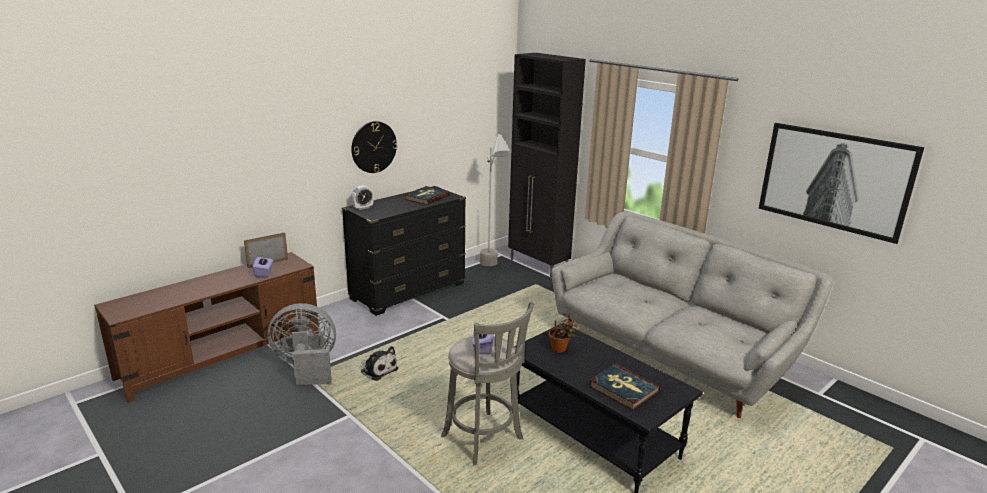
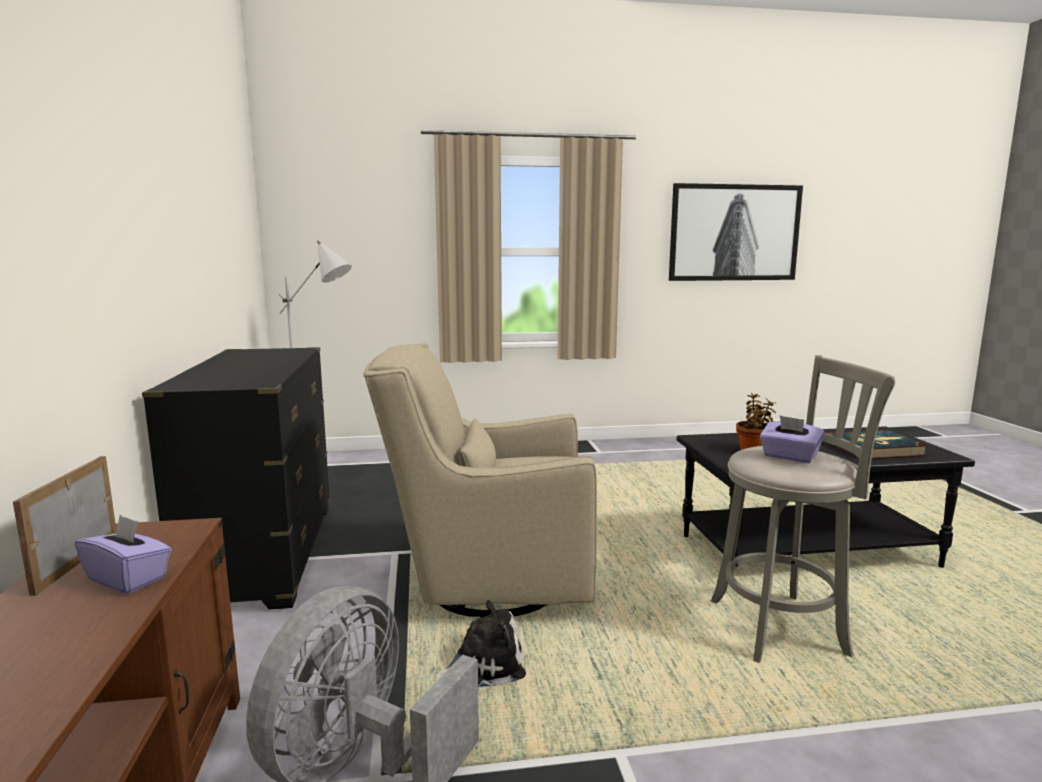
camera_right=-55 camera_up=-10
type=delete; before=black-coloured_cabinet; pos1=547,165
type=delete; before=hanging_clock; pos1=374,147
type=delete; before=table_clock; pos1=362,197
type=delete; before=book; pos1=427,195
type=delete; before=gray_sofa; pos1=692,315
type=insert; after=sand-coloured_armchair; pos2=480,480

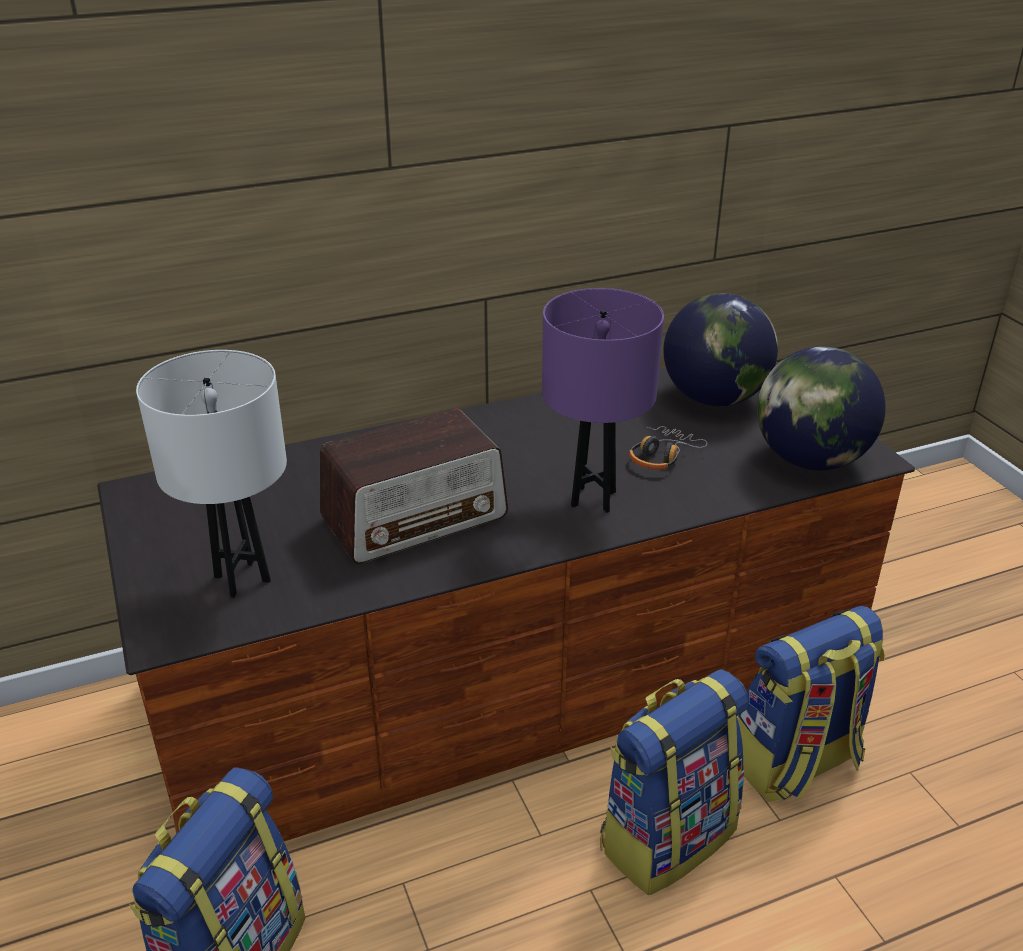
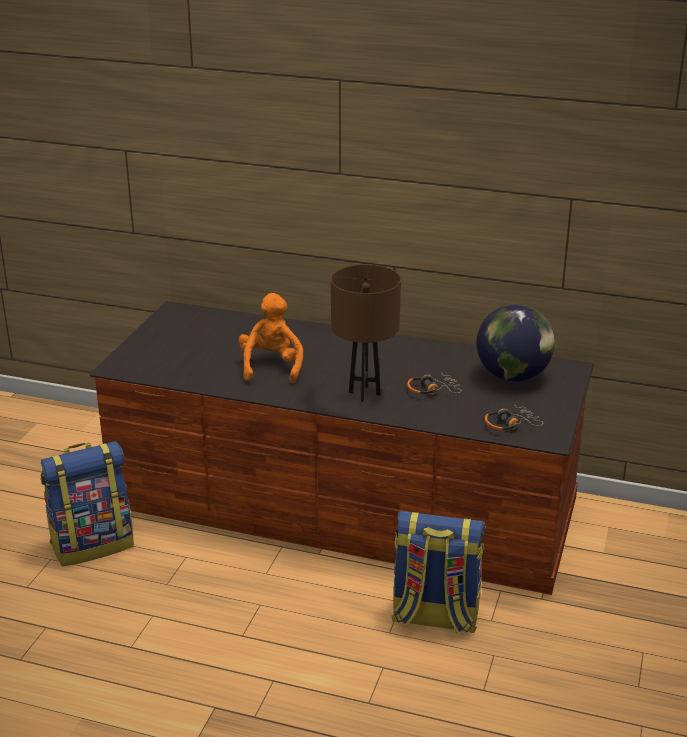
camera_right=40 camera_up=-5
type=recolor; before=purple_table_lamp; after=brownish_table_lamp; pos1=603,400; pos2=366,333
type=replace; before=globe; after=headset; pos1=821,408; pos2=514,417
type=delete; before=white_table_lamp; pos1=211,474
type=replace; before=radio; after=orangey_plush_toy; pos1=414,486; pos2=270,338
type=delete; before=backpack; pos1=674,782

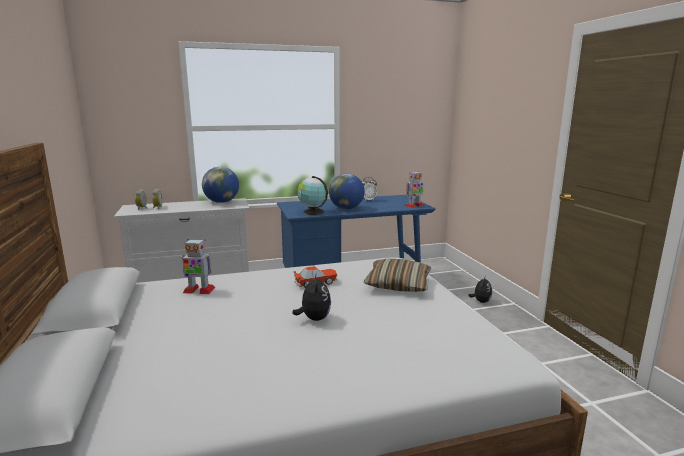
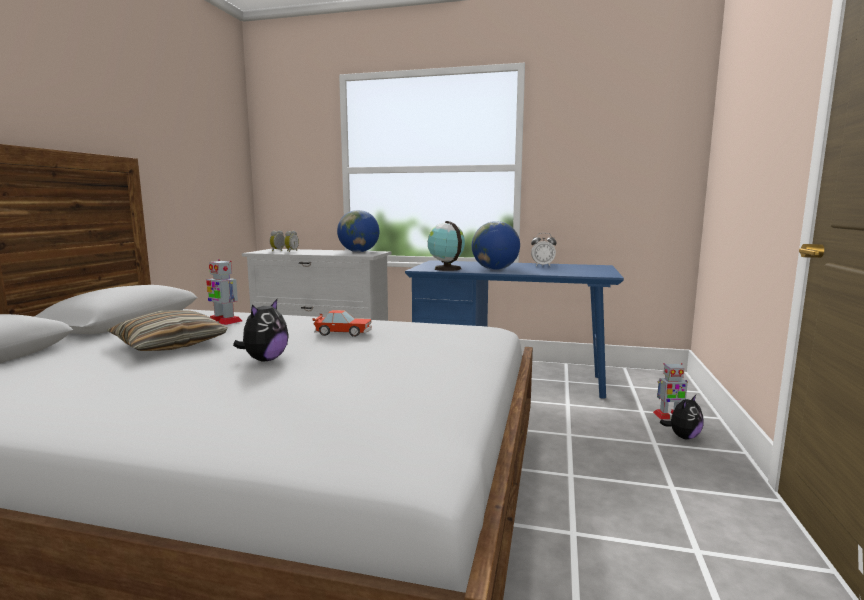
camera_right=30 camera_up=-5
type=move; before=model_robot; pos1=414,189; pos2=670,391
type=move; before=cushion; pos1=397,275; pos2=167,330

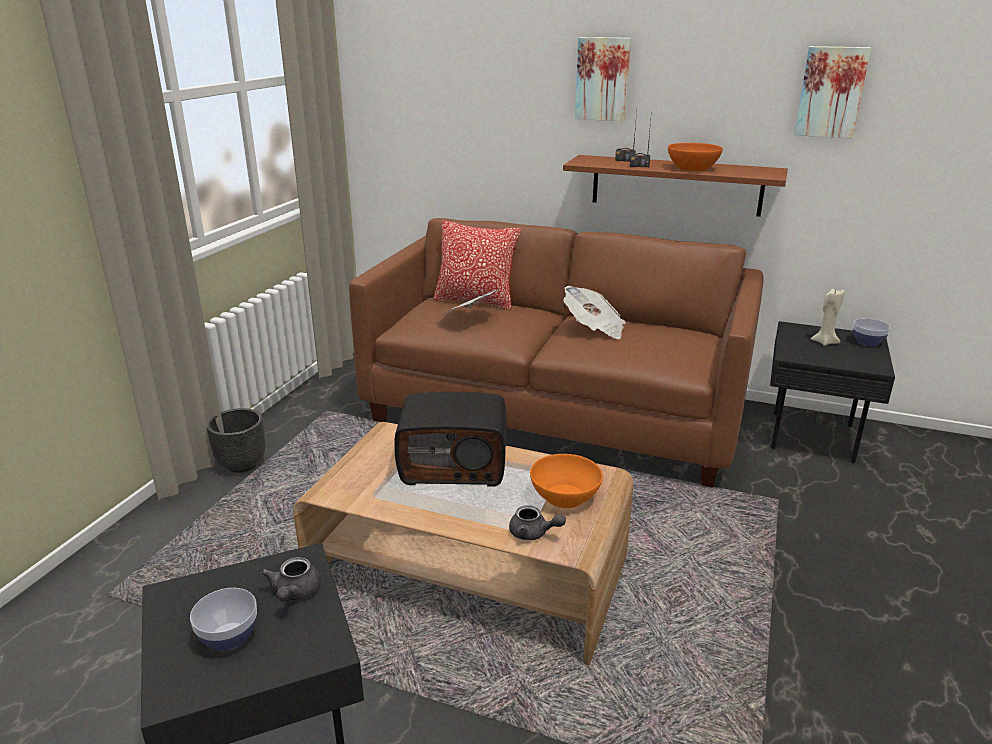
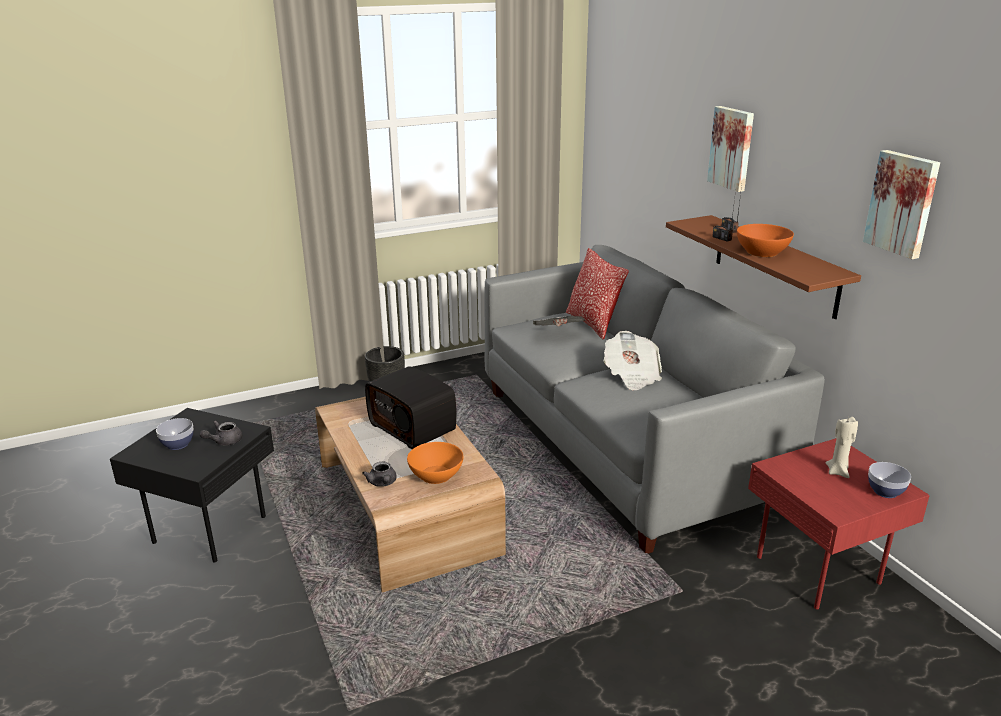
camera_right=45 camera_up=0
type=recolor; before=brownish_sofa; after=gray_sofa; pos1=556,353; pos2=654,399
type=recolor; before=black-coloured_end_table; after=red-coloured_end_table; pos1=832,392; pos2=838,523

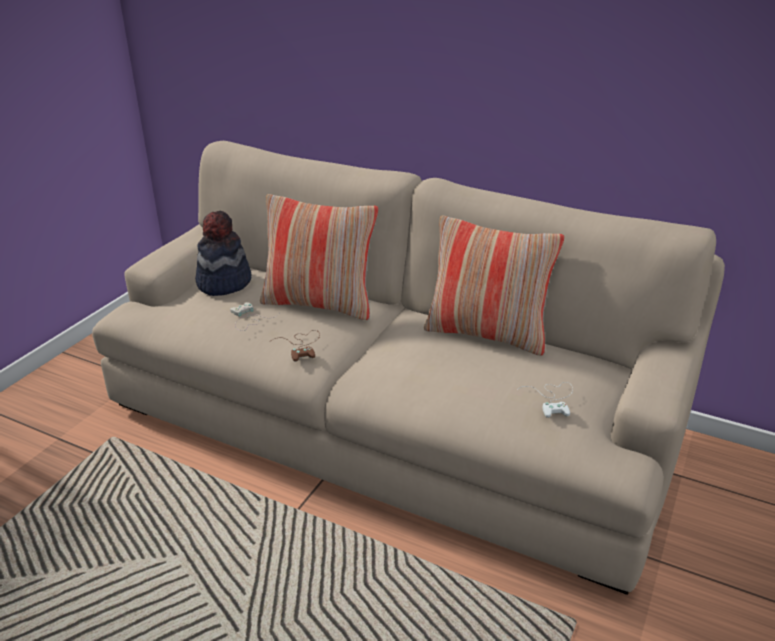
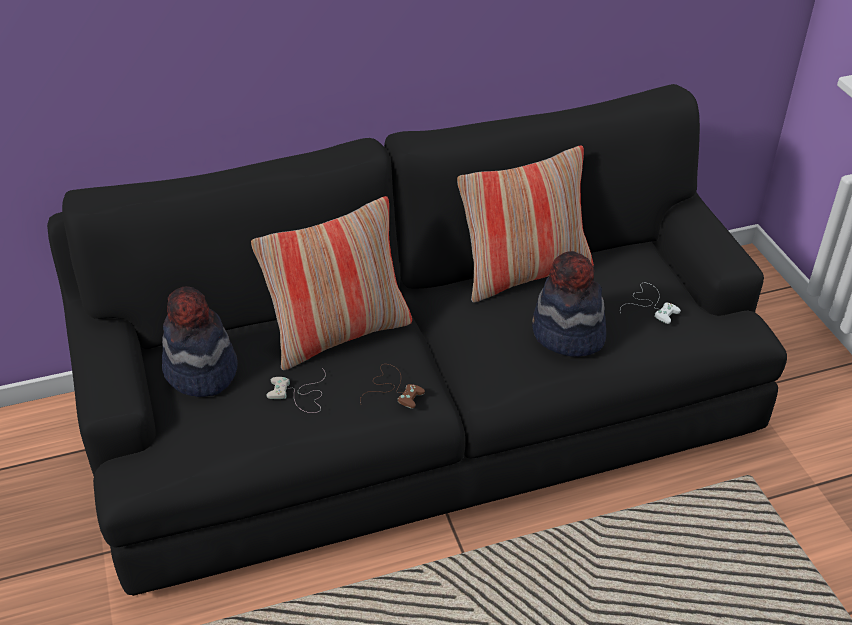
camera_right=-45 camera_up=10
type=recolor; before=sand-coloured_sofa; after=black-coloured_sofa; pos1=408,368; pos2=417,340
type=insert; after=hat; pos2=569,304

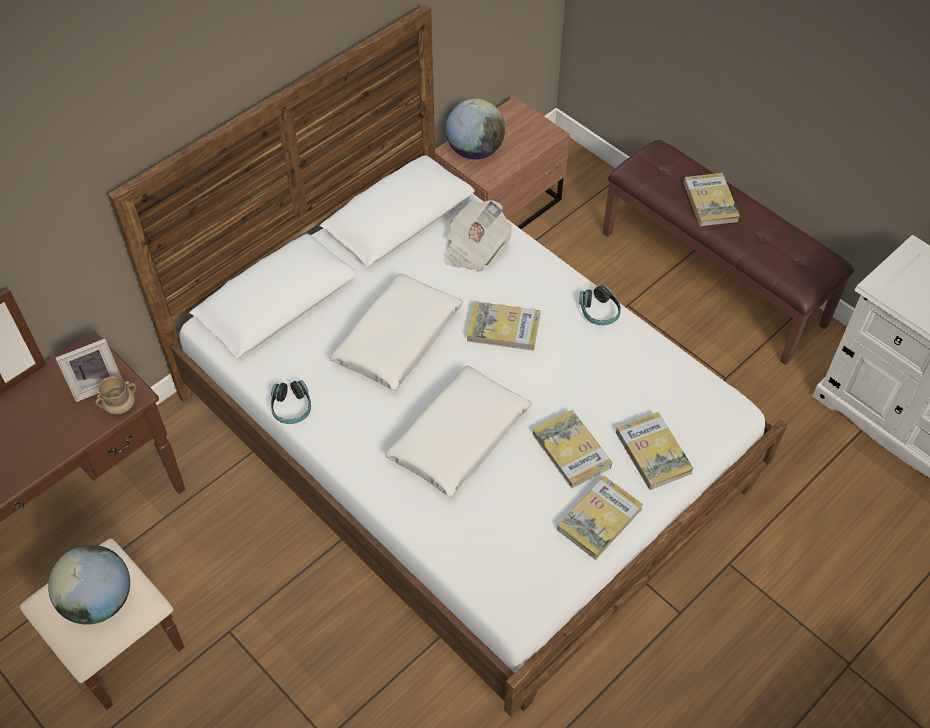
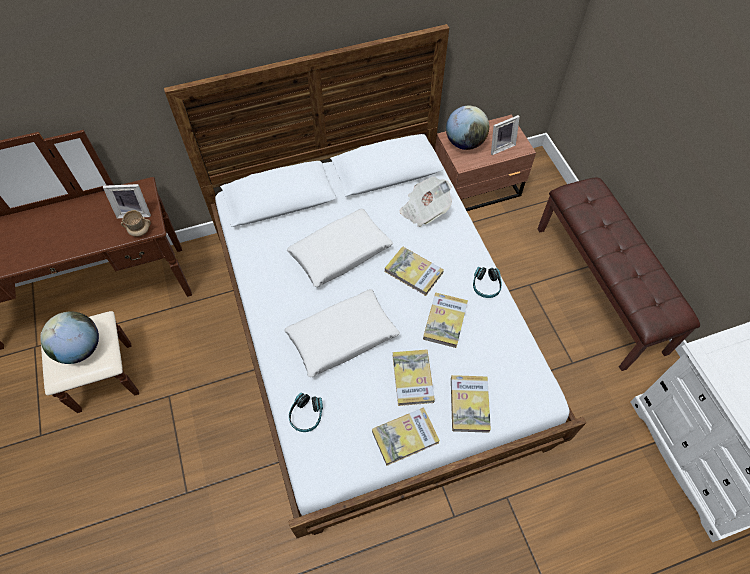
camera_right=25 camera_up=5
type=move; before=book; pos1=712,199; pos2=445,320
type=move; before=headset; pos1=291,402; pos2=306,412
type=insert; after=standing_frame; pos2=505,135

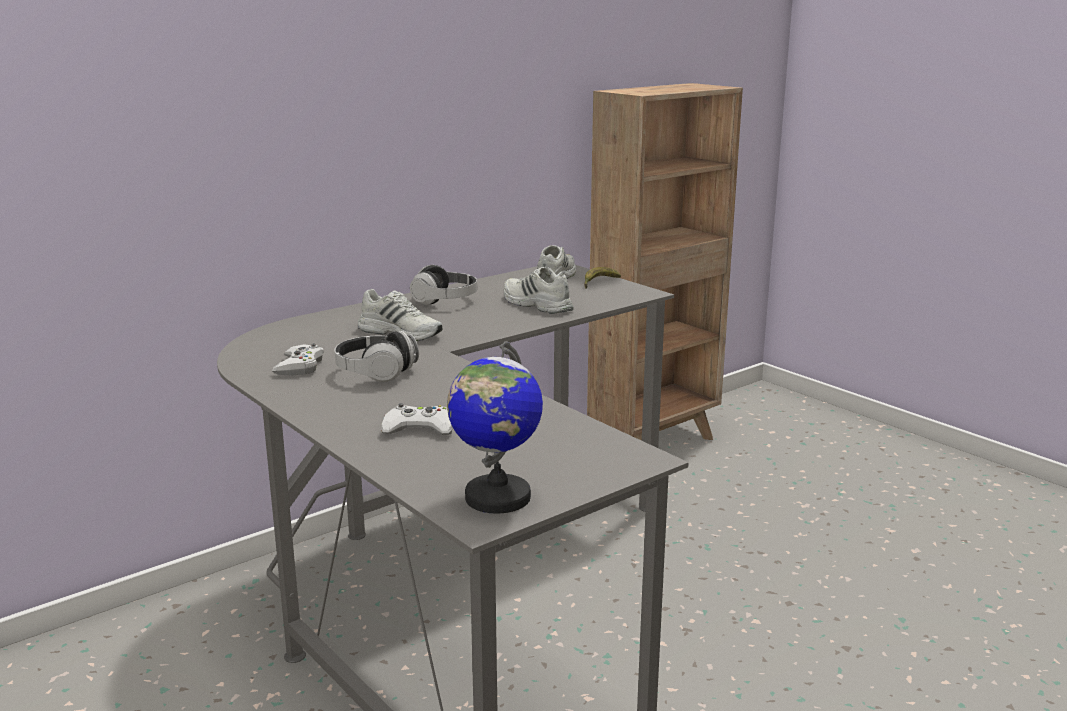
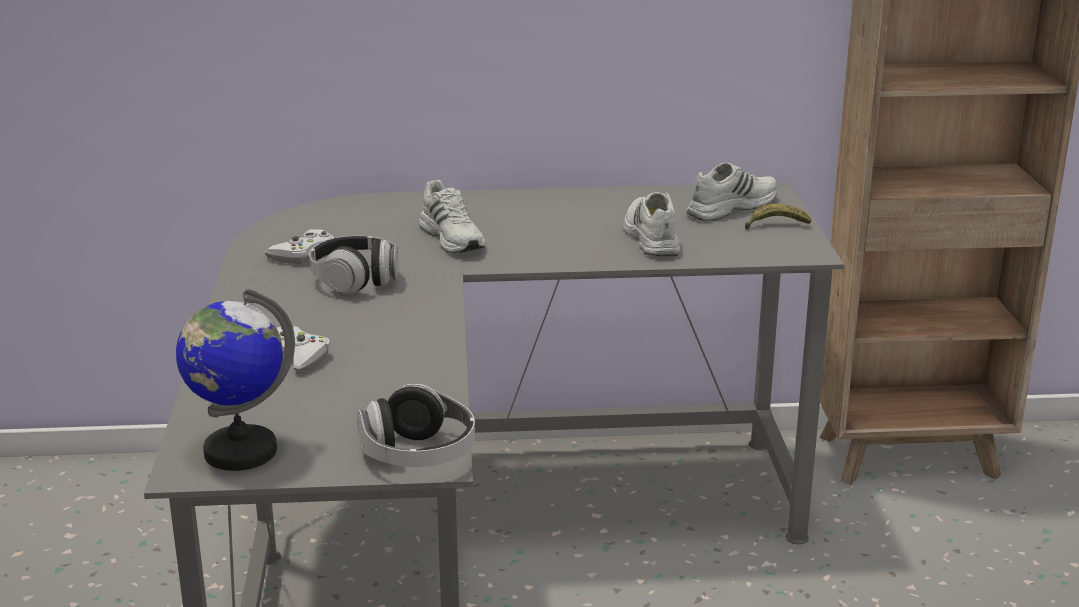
camera_right=35 camera_up=5
type=move; before=headset; pos1=443,285; pos2=416,425

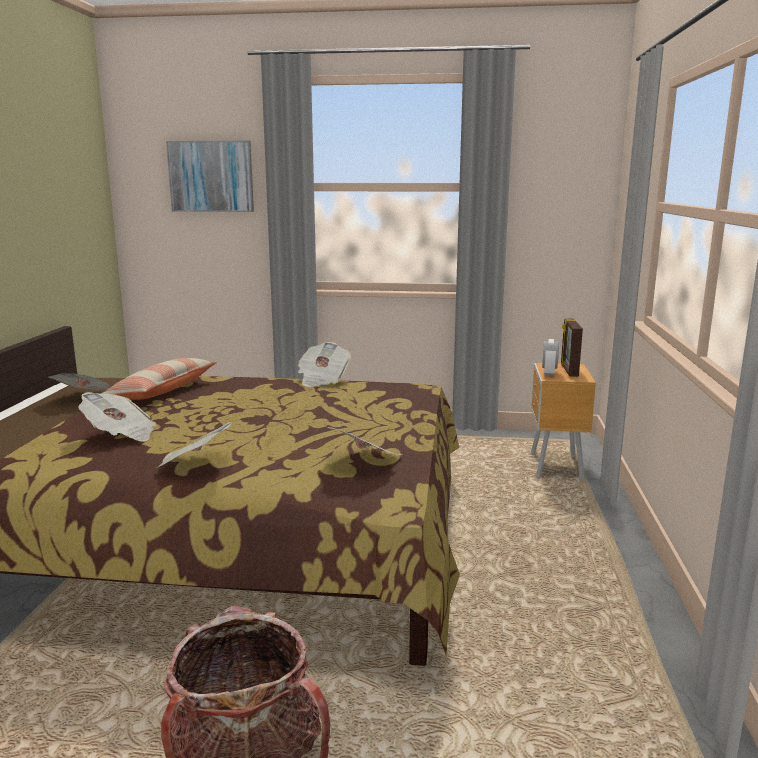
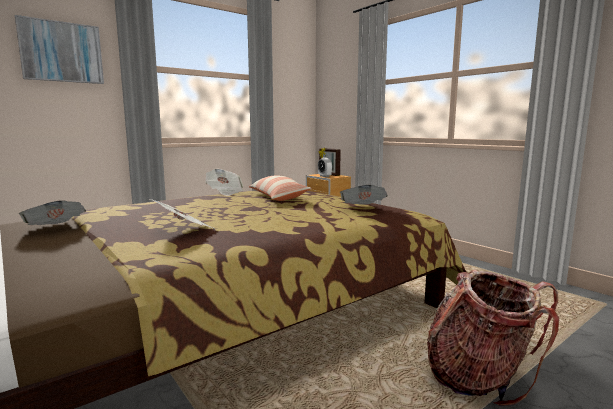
camera_right=-45 camera_up=-5
type=move; before=cushion; pos1=159,379; pos2=280,188
type=delete; before=daily_paper; pos1=193,445

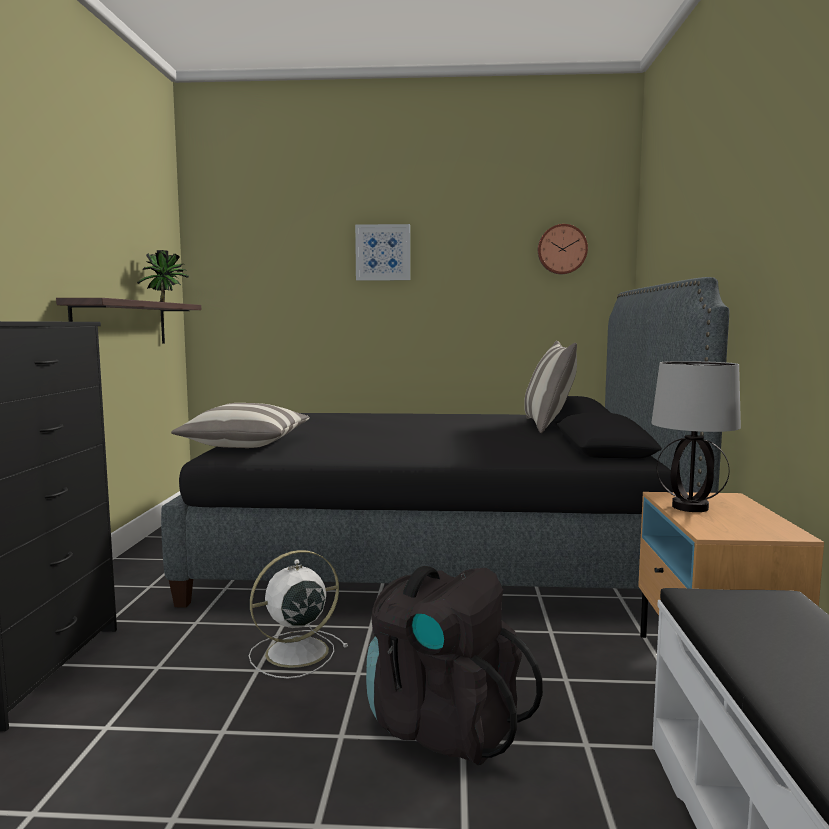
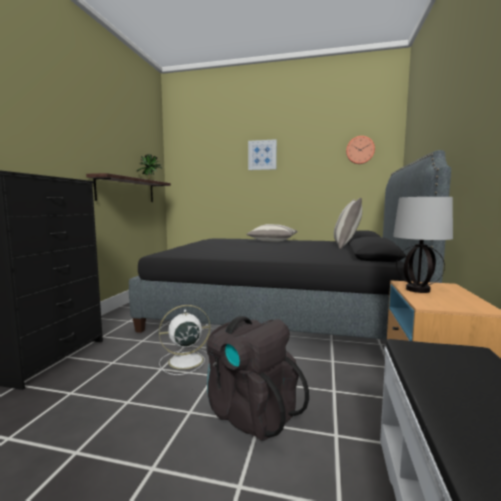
camera_right=10 camera_up=0
type=move; before=cushion; pos1=240,425; pos2=272,233

